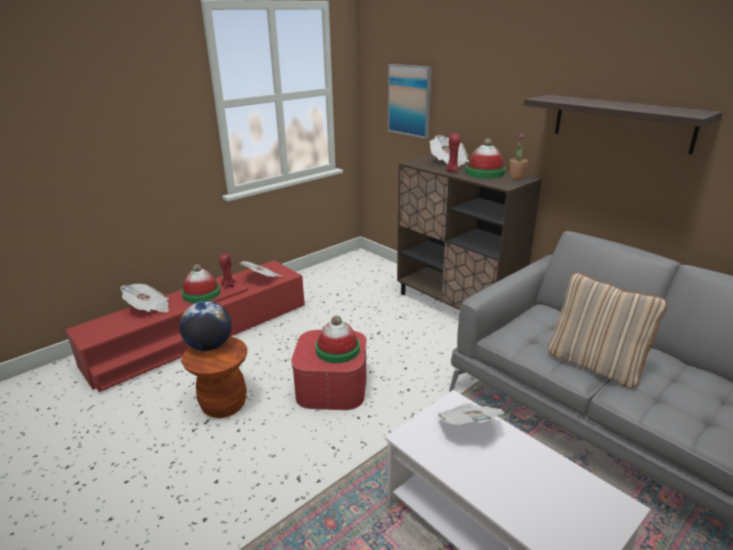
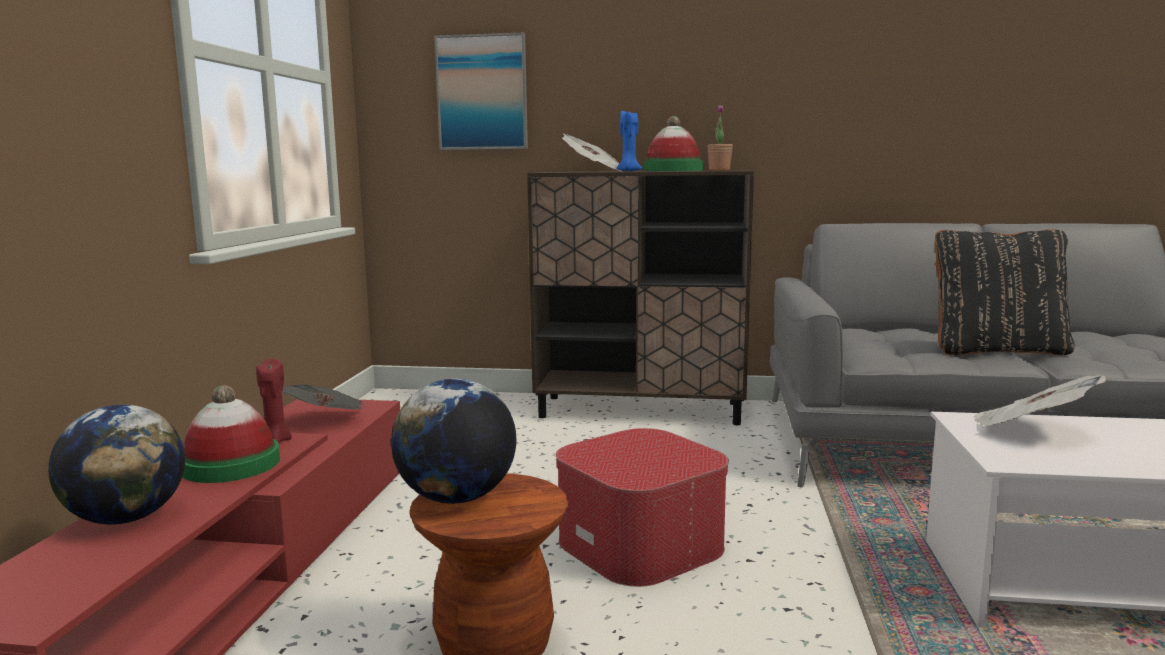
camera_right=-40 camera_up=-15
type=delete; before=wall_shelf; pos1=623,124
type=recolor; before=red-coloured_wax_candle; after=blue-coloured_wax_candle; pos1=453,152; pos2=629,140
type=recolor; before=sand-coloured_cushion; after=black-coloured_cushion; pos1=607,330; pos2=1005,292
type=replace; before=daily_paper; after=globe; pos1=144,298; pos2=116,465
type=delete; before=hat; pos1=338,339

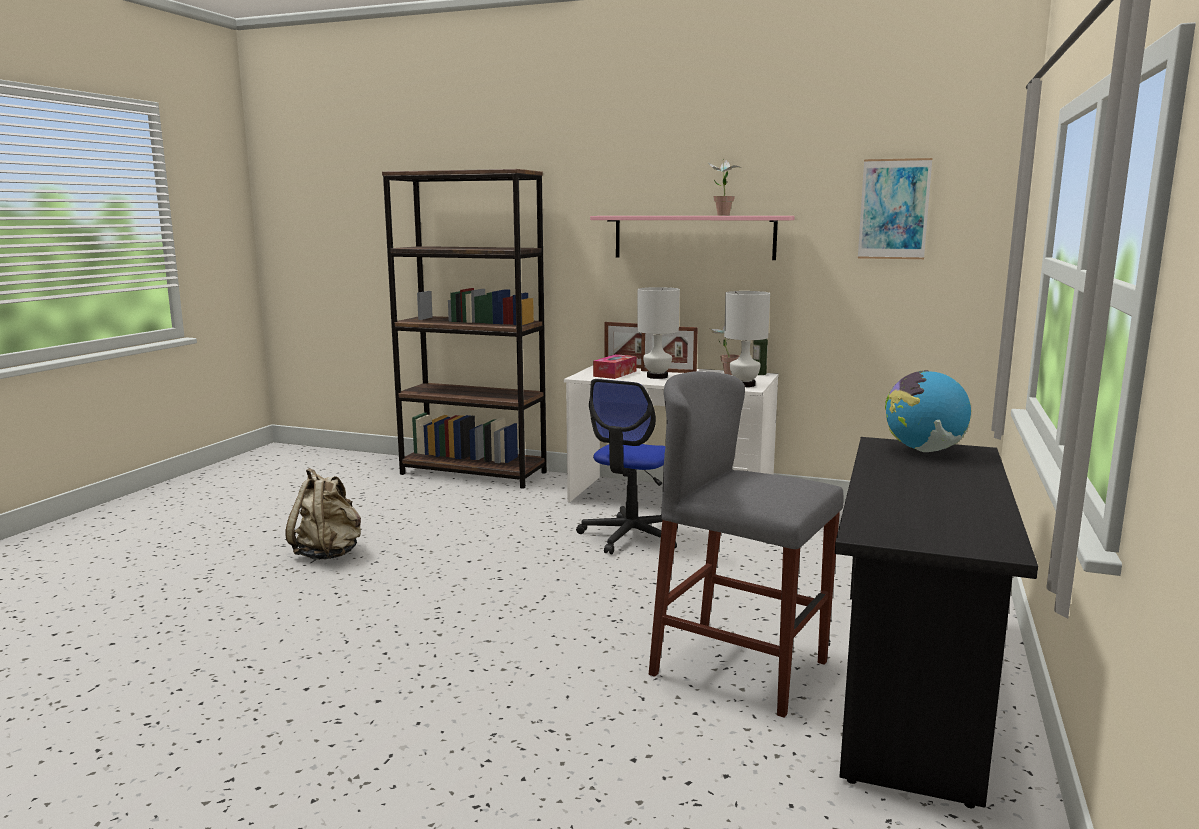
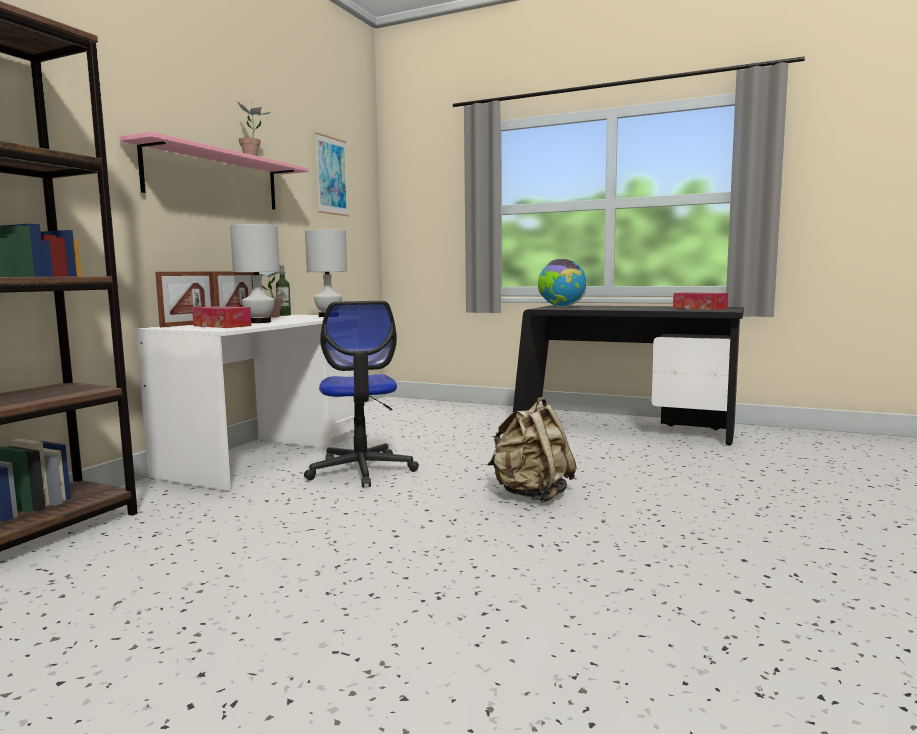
camera_right=-85 camera_up=-5
type=delete; before=gray_stool_seat; pos1=746,544
type=rotate; before=desk_chair; pos1=627,466; pos2=361,394; turn=45
type=move; before=sand-coloured_backpack; pos1=323,514; pos2=532,450
type=insert; after=tissue_holder; pos2=700,301

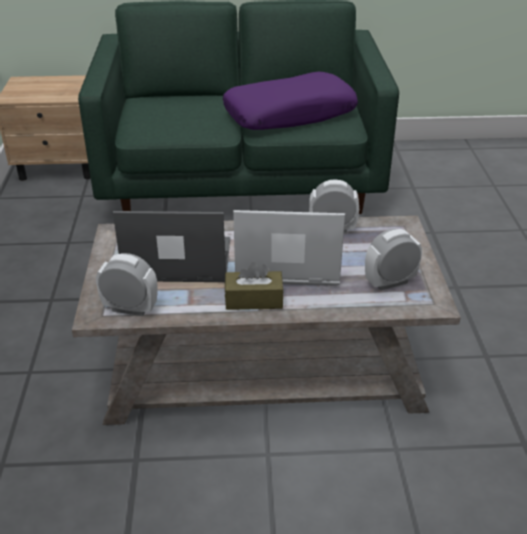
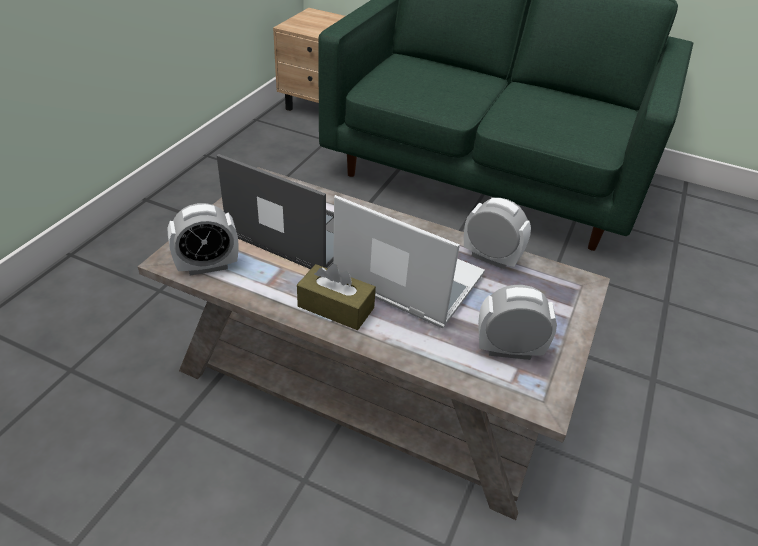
camera_right=25 camera_up=5
type=delete; before=purple_cushion; pos1=290,101
type=rotate; before=table_clock; pos1=127,284; pos2=203,239; turn=120

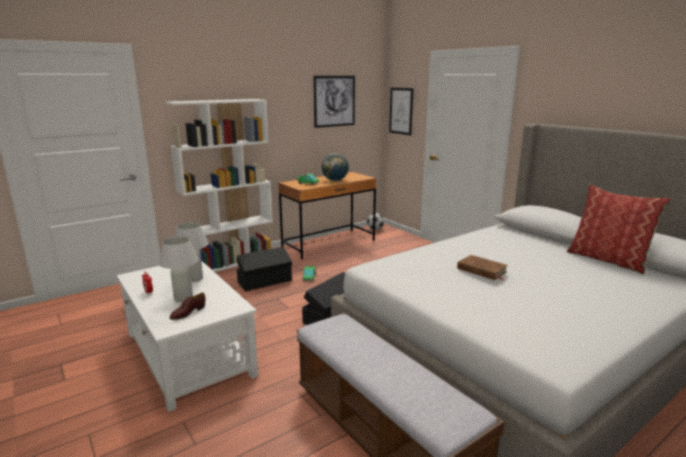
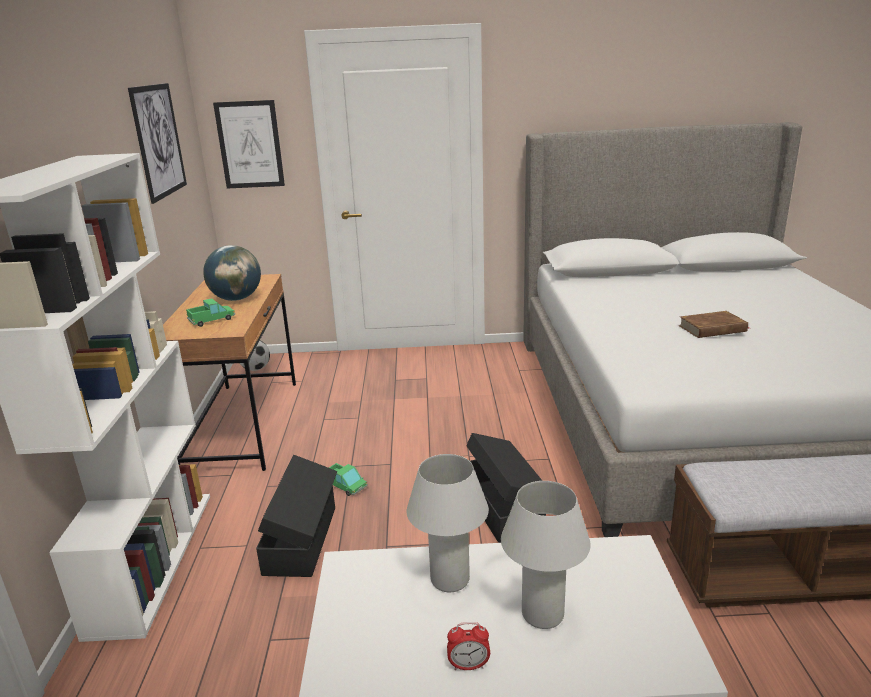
camera_right=-55 camera_up=5
type=delete; before=cushion; pos1=619,229
type=delete; before=brownish_shoe; pos1=188,306

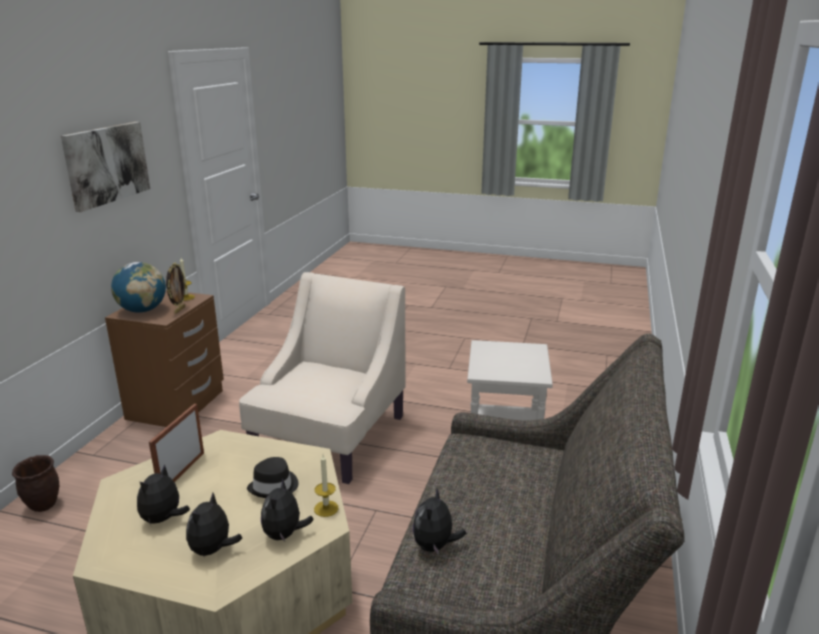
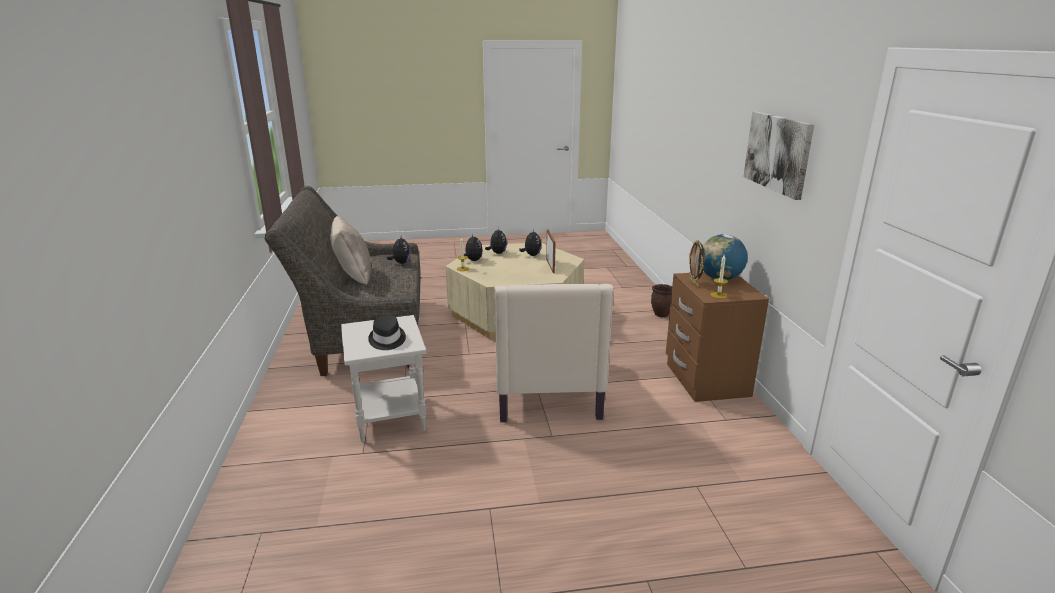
camera_right=155 camera_up=0
type=move; before=black-coloured_hat; pos1=272,477; pos2=387,332
type=insert; after=sand-coloured_cushion; pos2=350,250

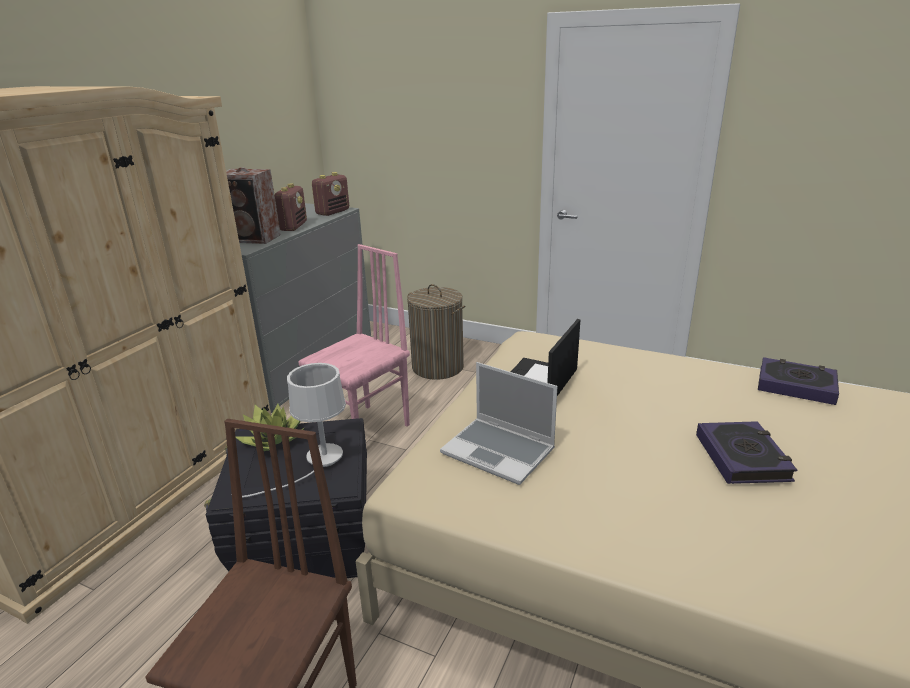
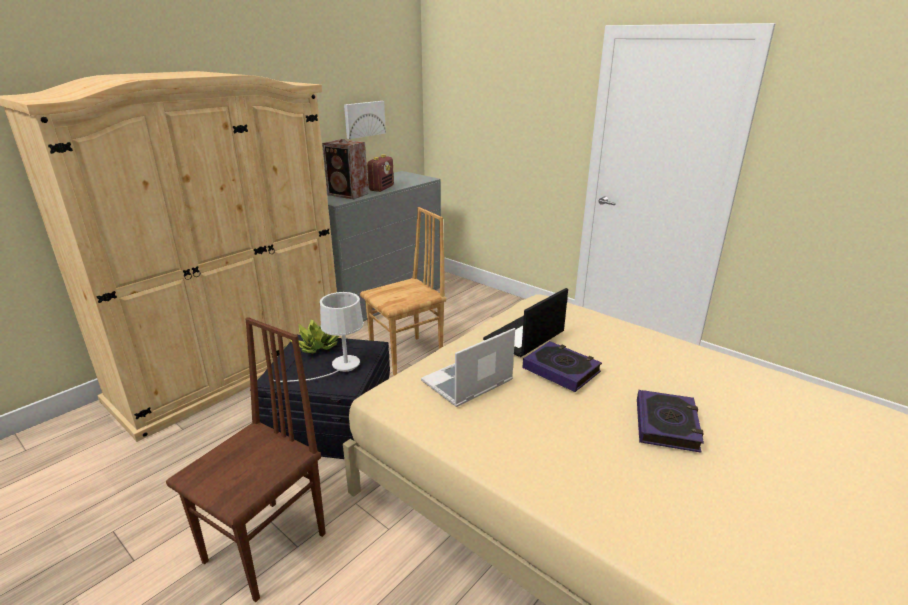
camera_right=15 camera_up=0
type=delete; before=radio; pos1=330,194
type=recolor; before=pink_chair; after=brownish_chair; pos1=354,335; pos2=403,291
type=delete; before=washing_basket; pos1=436,332
type=move; before=book; pos1=798,381; pos2=562,366
type=rotate; before=portable_computer; pos1=498,423; pos2=468,367; turn=90
type=insert; after=wall_picture; pos2=365,120

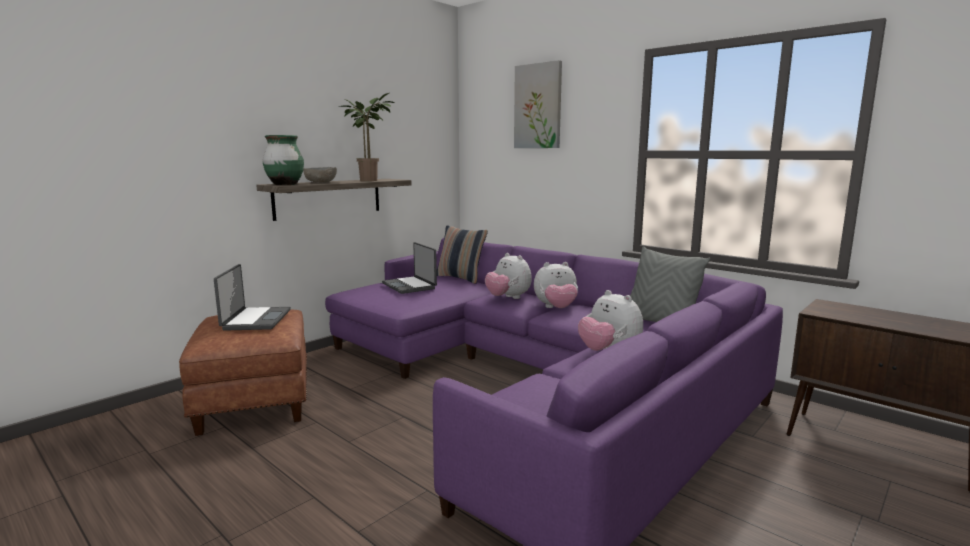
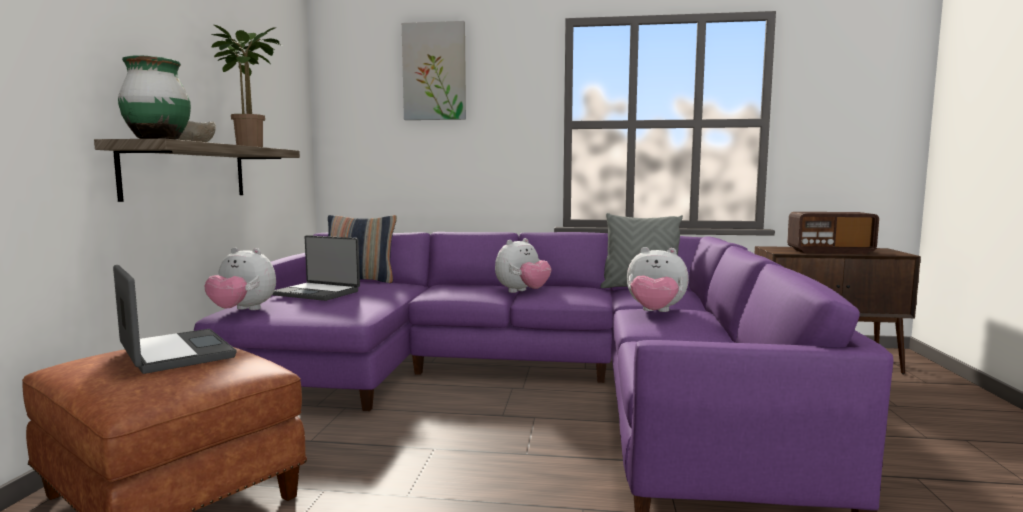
camera_right=-35 camera_up=-5
type=move; before=plush_toy; pos1=508,276; pos2=240,279
type=insert; after=radio; pos2=833,233

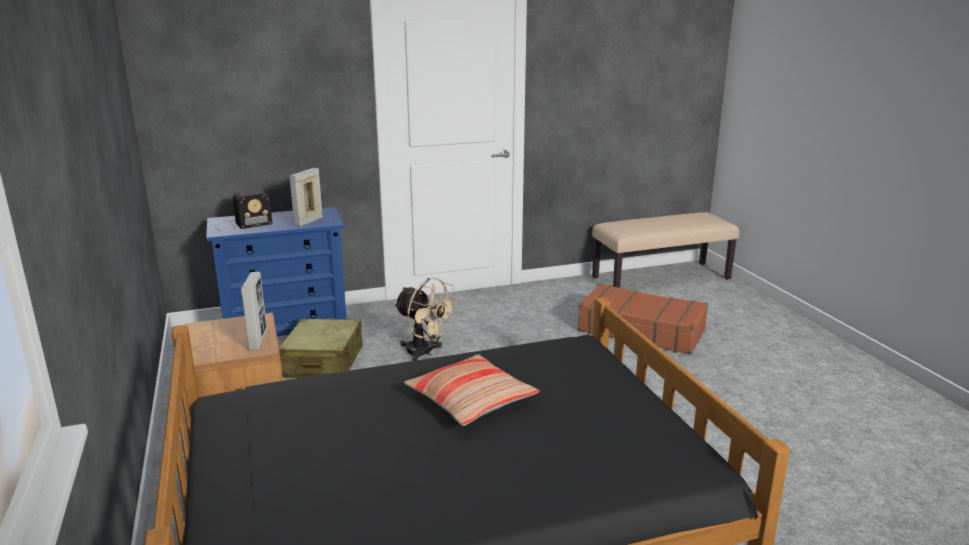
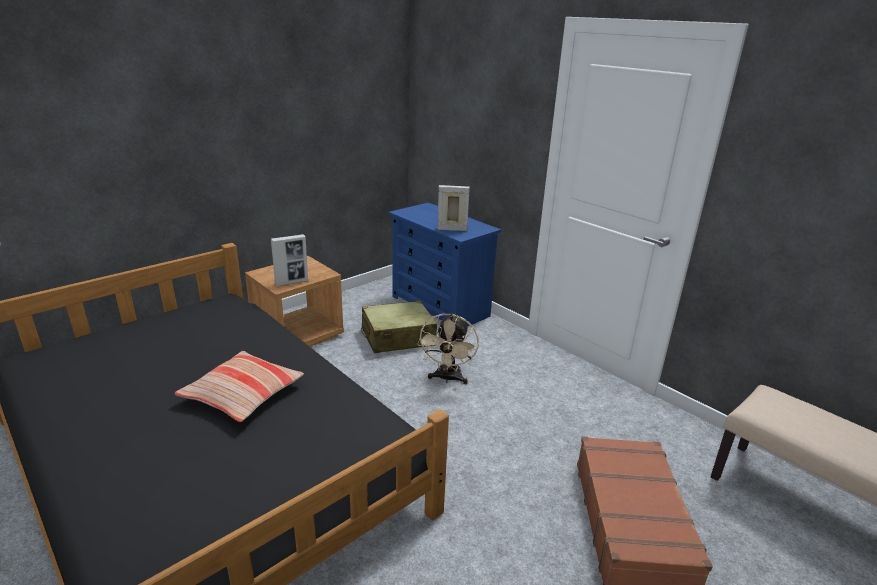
camera_right=65 camera_up=5
type=delete; before=radio; pos1=244,210

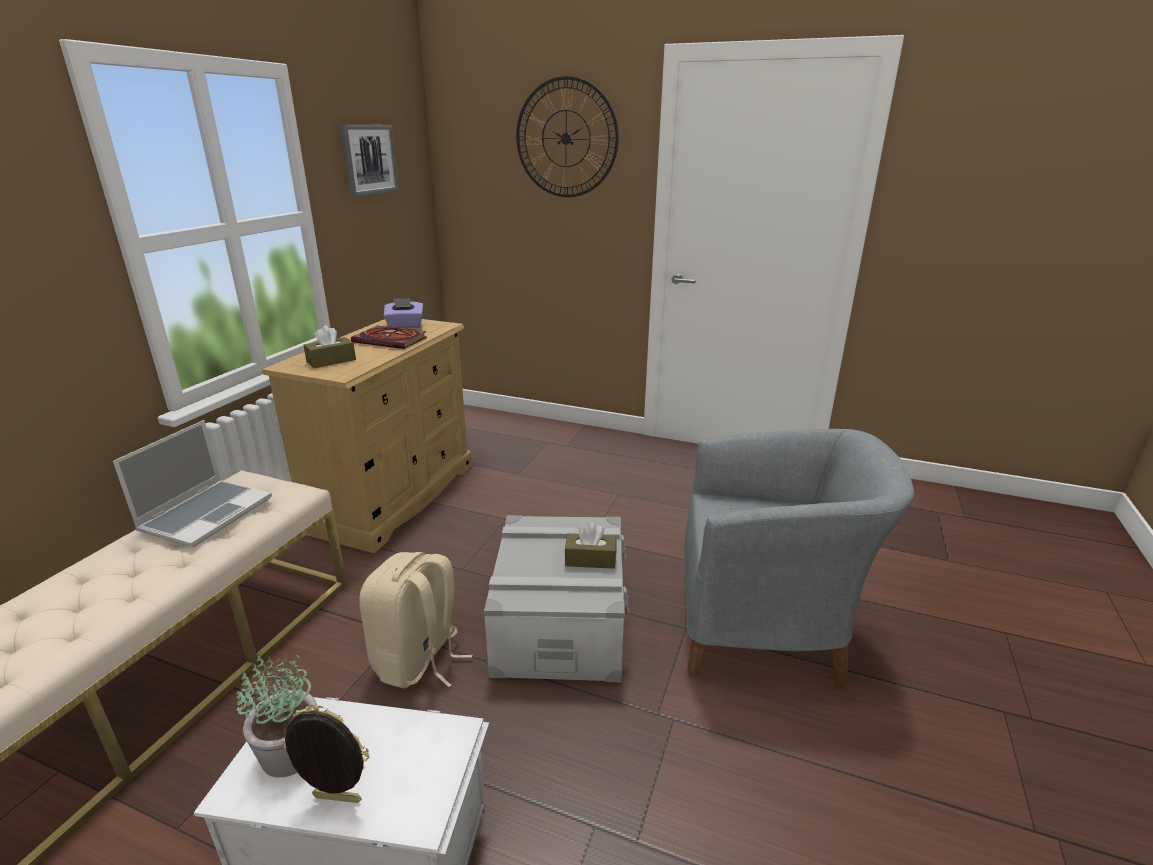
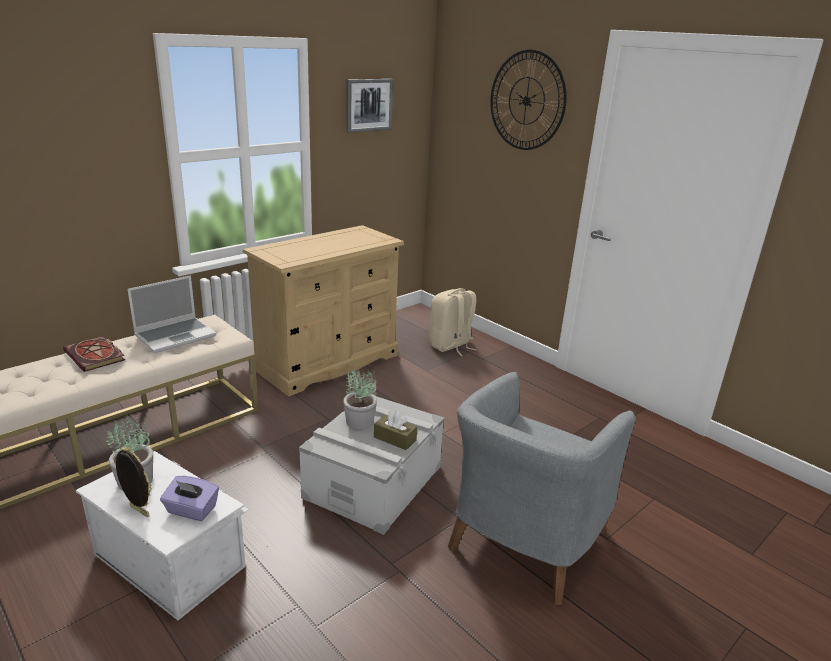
camera_right=25 camera_up=0
type=move; before=purple_tissue_holder; pos1=403,313; pos2=189,498
type=delete; before=brownish_tissue_holder; pos1=329,346
type=move; before=book; pos1=389,337; pos2=94,354
type=rotate; before=gray_armchair; pos1=799,559; pos2=542,488; turn=90
type=move; before=sand-coloured_backpack; pos1=416,620; pos2=452,322
type=insert; after=plant_in_a_pot; pos2=360,399

